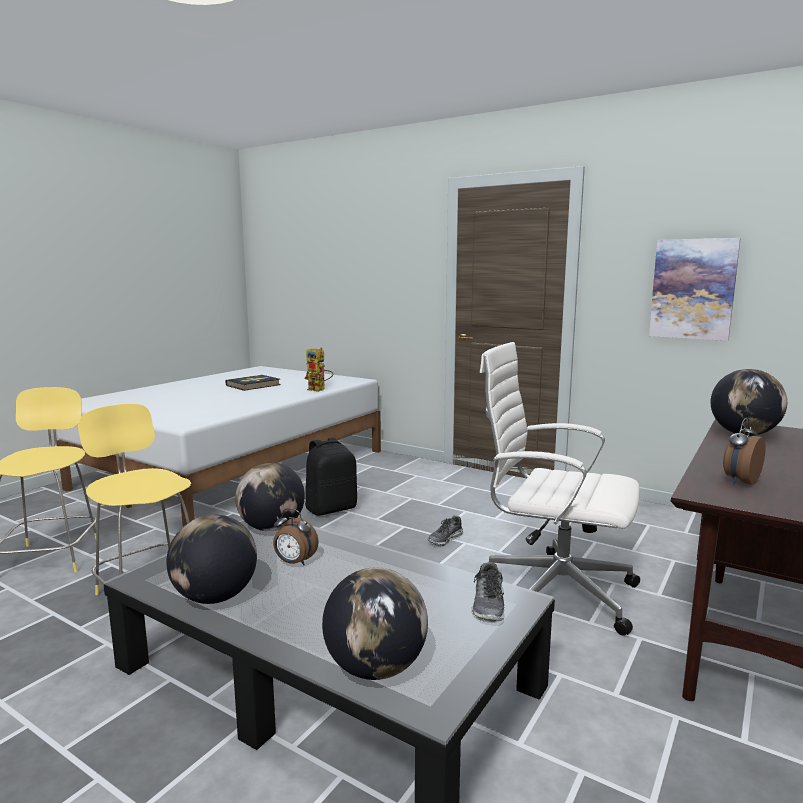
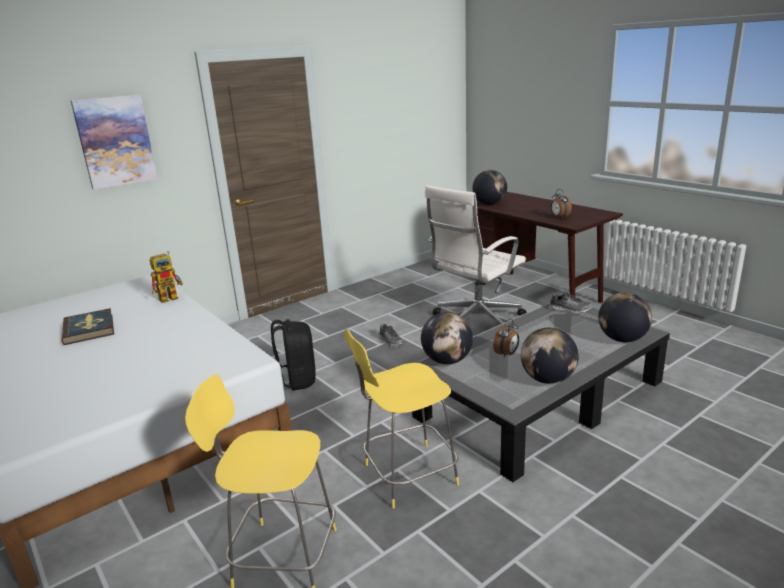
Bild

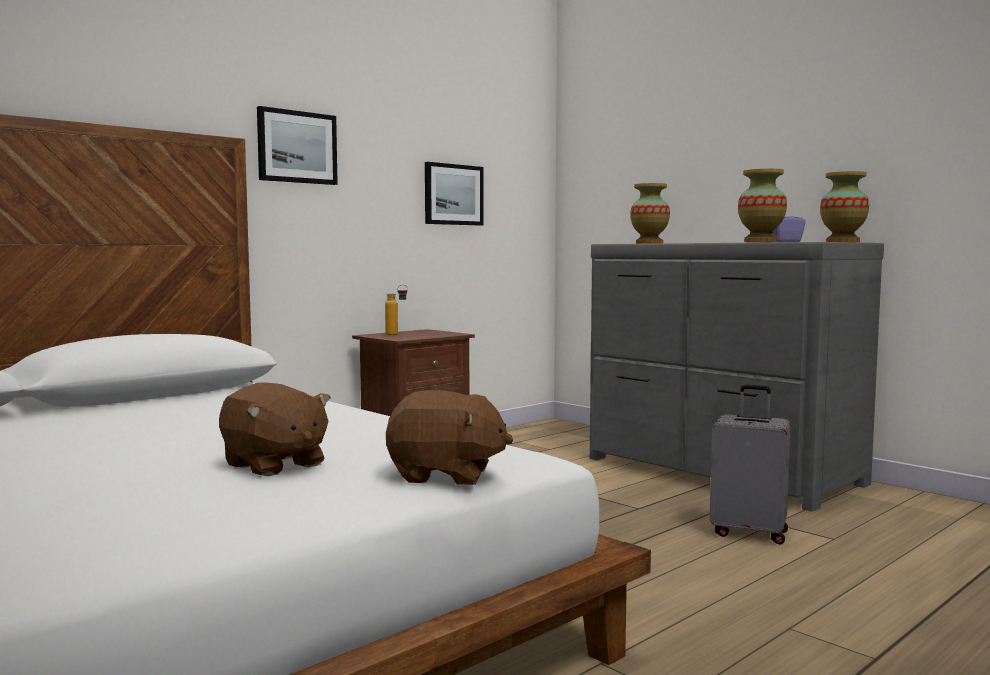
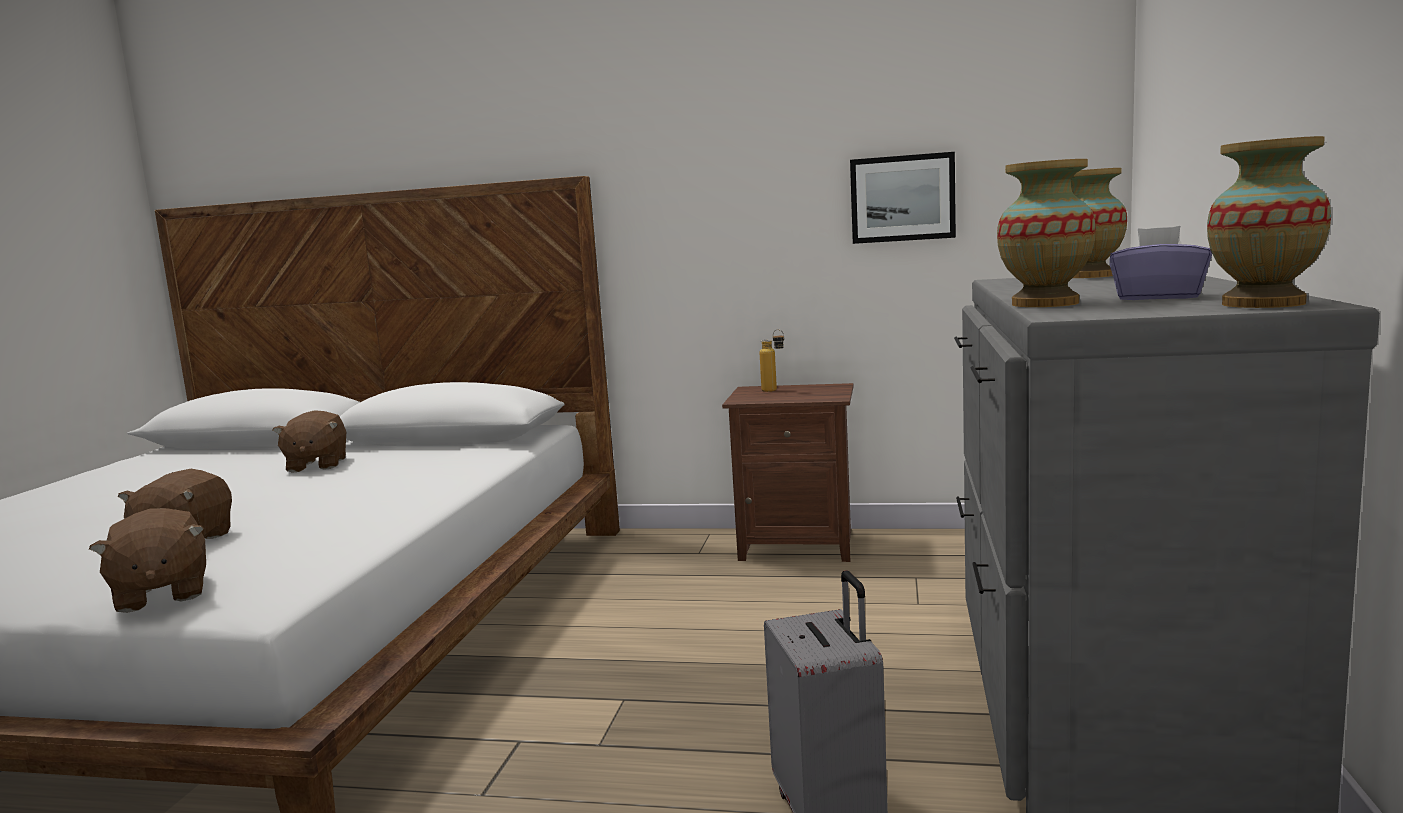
Bild (no. 1 from left in the first image)
Plüschtier (braun) (no. 3 from left)

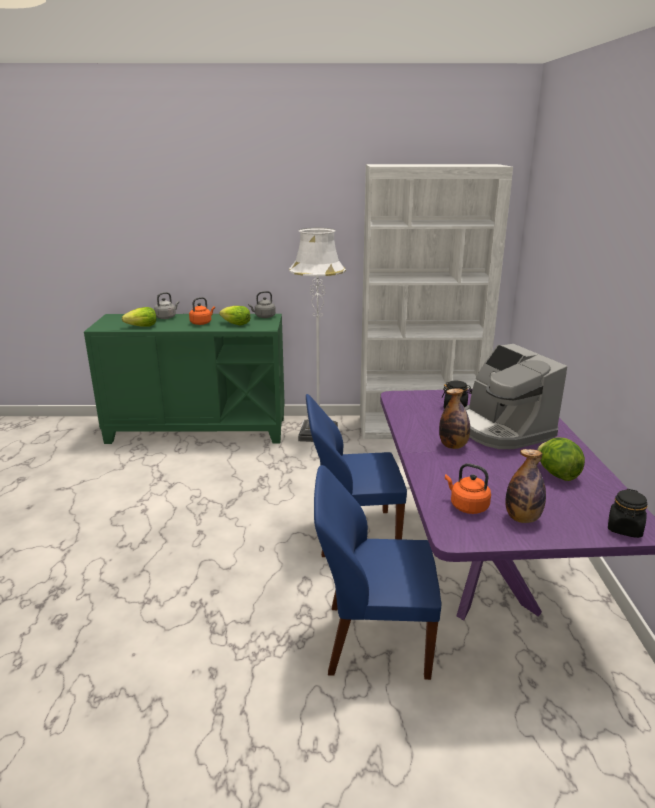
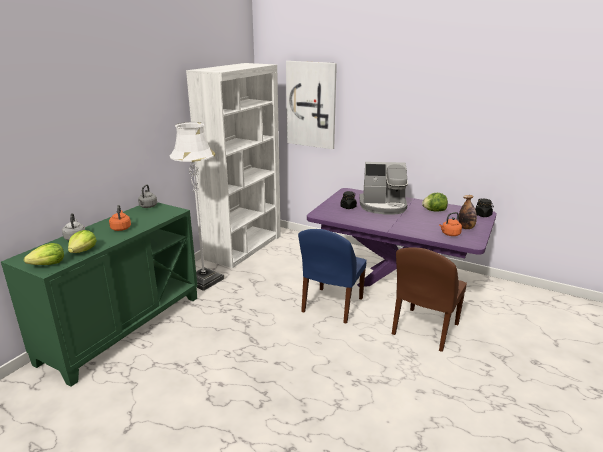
Salatkopf (no. 1 from left)
Stuhl (braun)
Flasche (no. 1 from left in the first image)
Bild

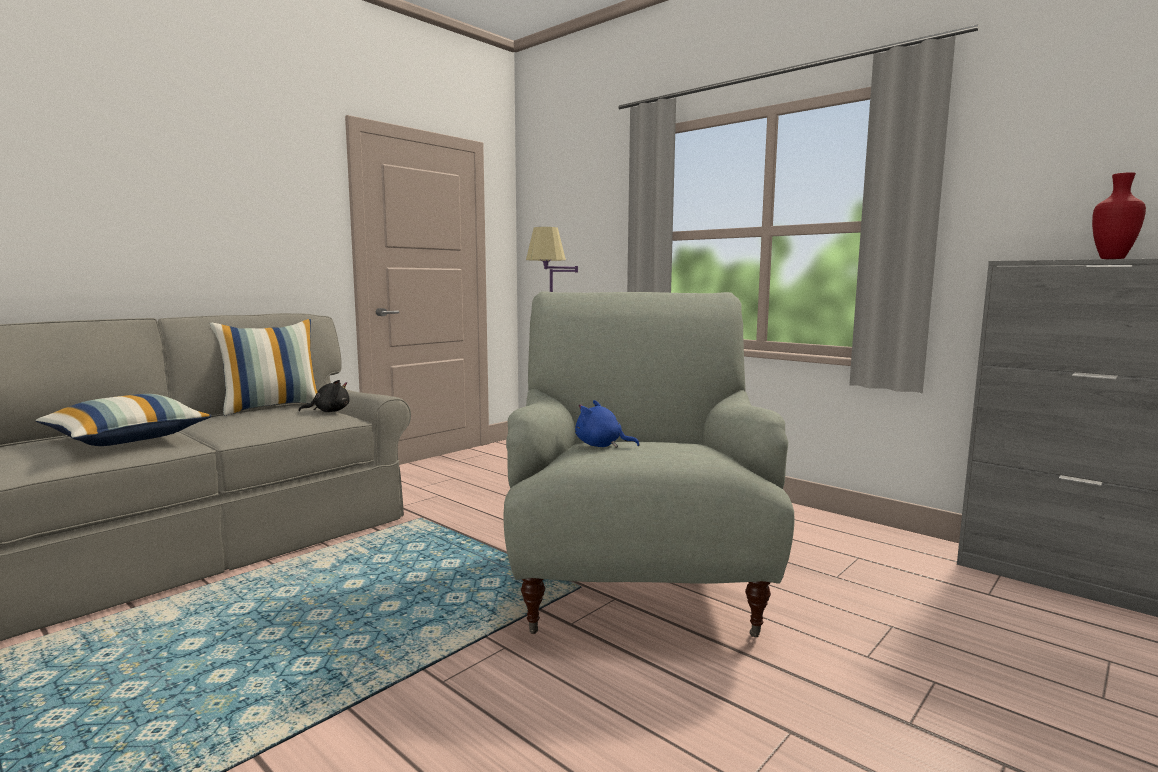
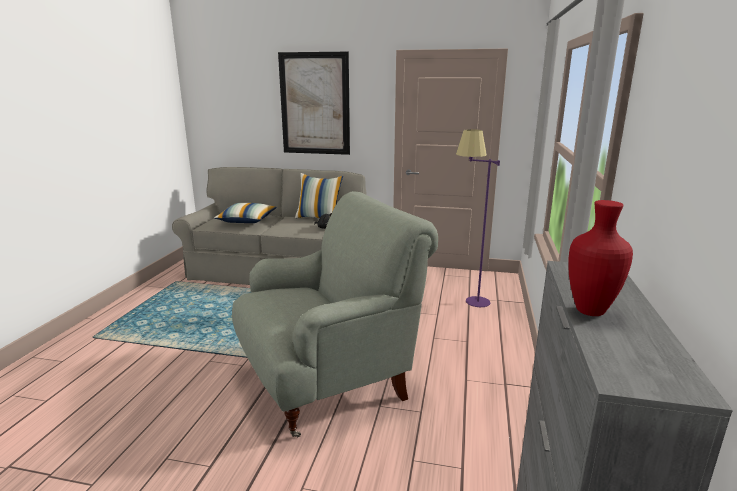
Plüschtier (blau)
Bild

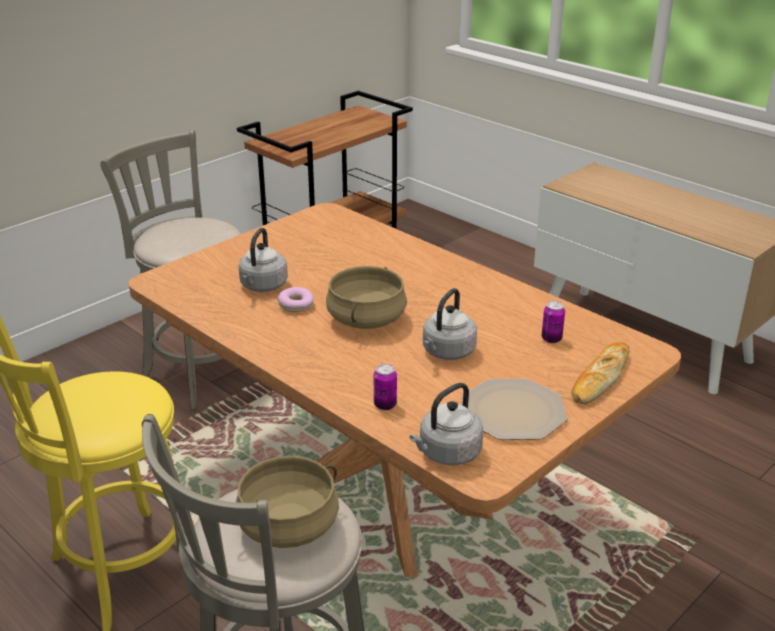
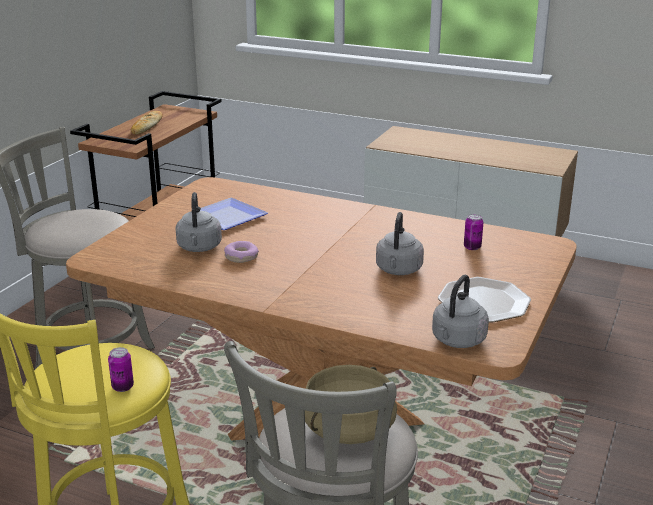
Kochtopf (beige) (no. 2 from left in the first image)
Dose (no. 1 from left)
Brot
Teller (no. 1 from left)

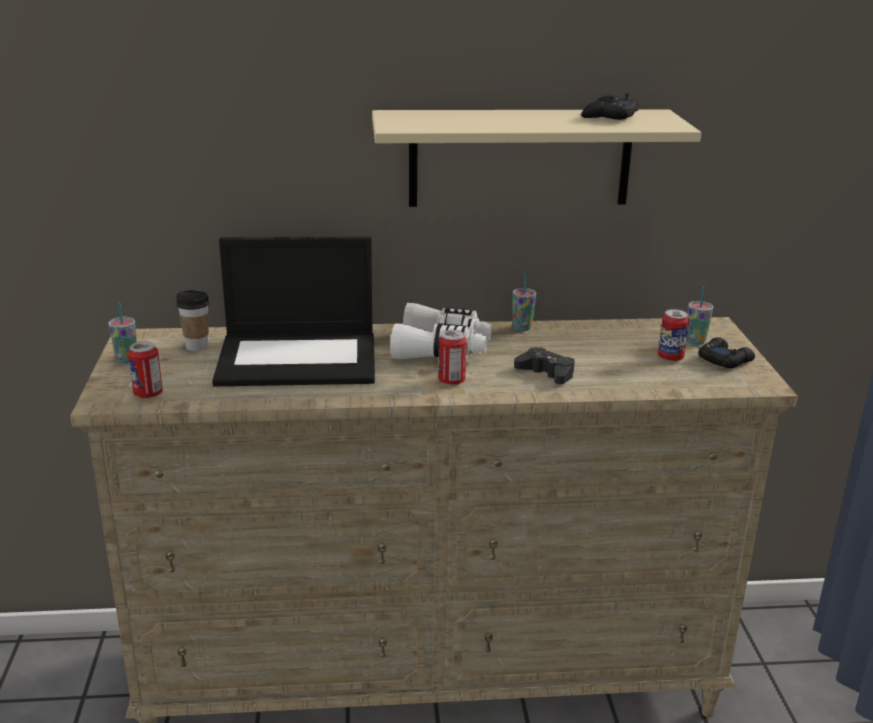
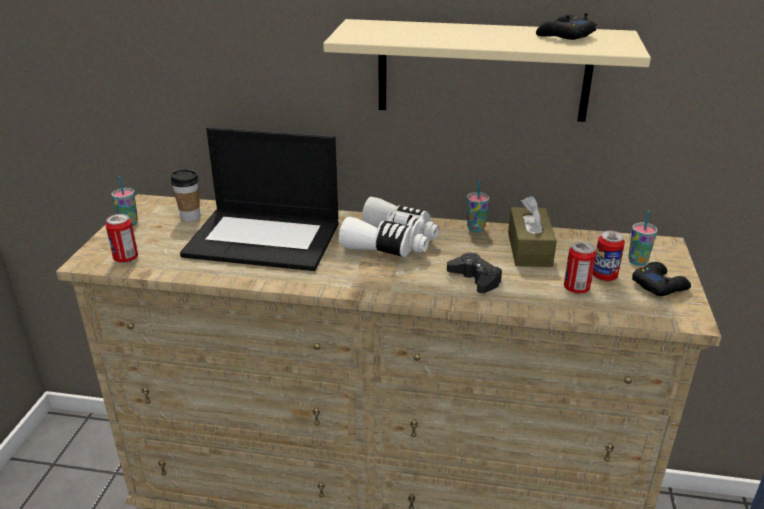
Dose (no. 2 from left)
Taschentuchbox (braun)

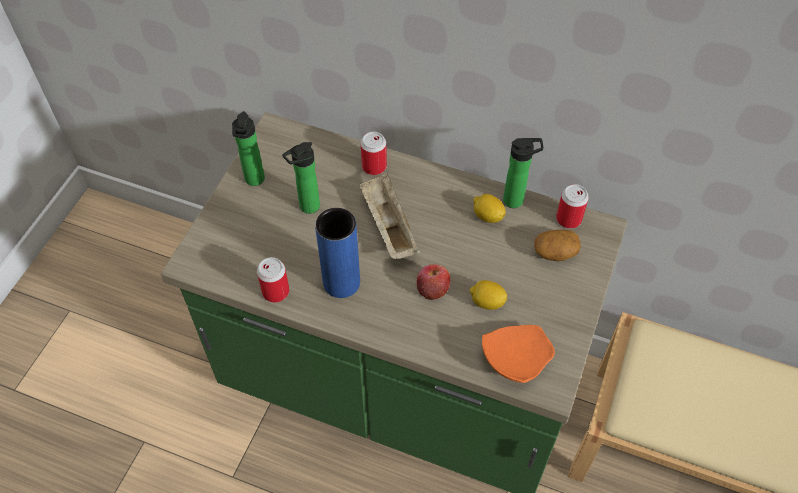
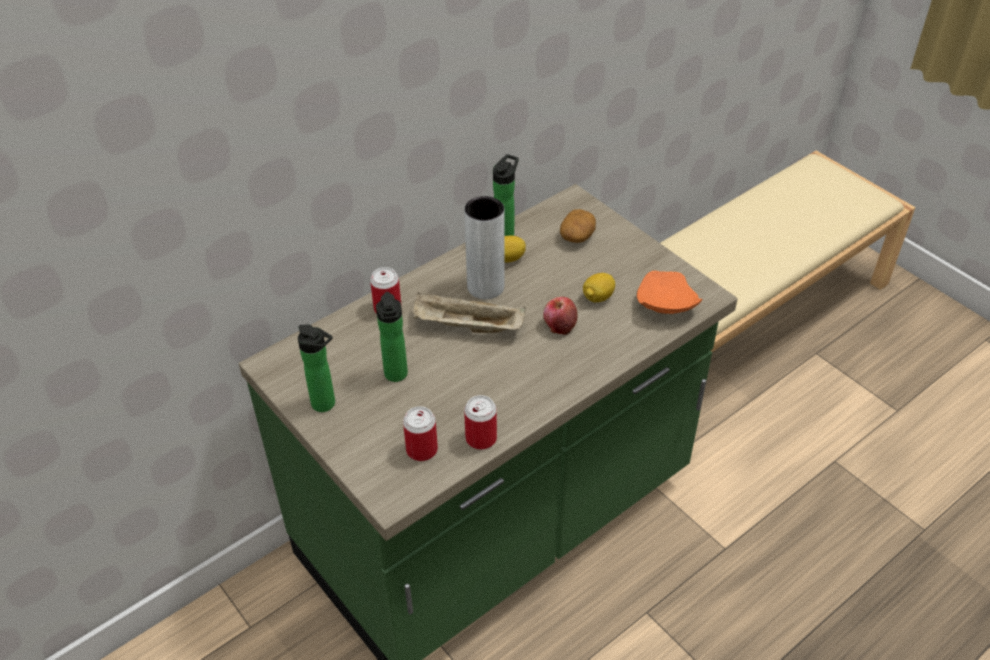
Vase (blau)
Dose (no. 2 from left)
Vase (grau)

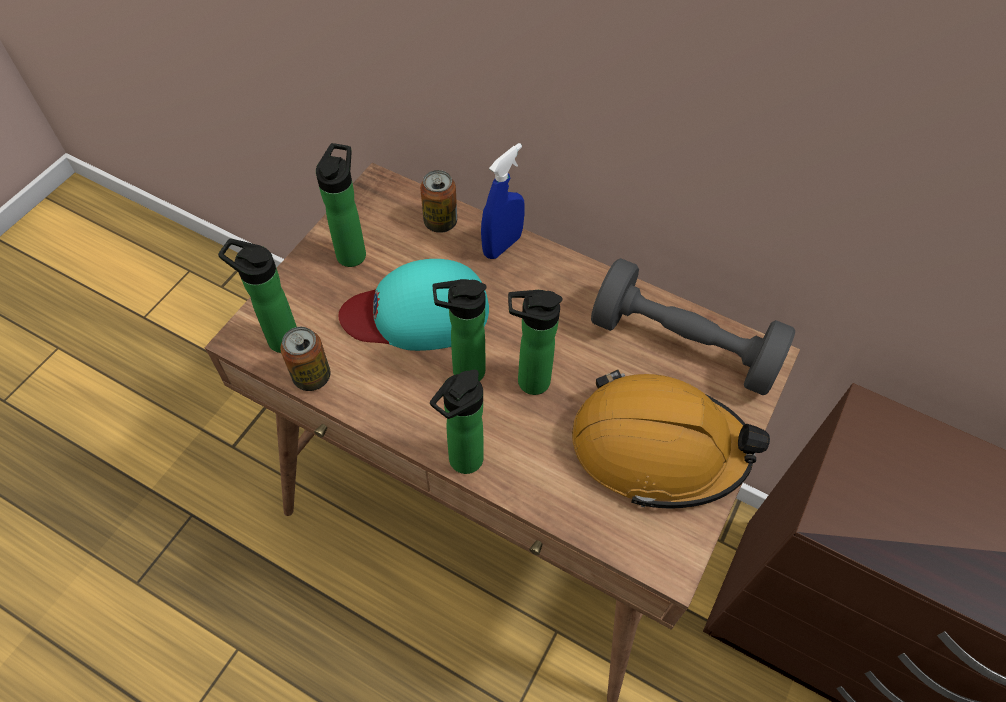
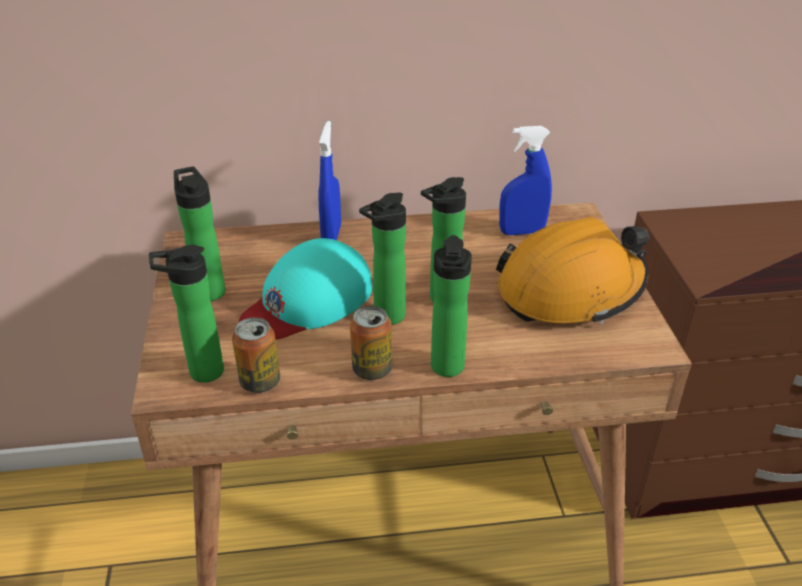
Dose (no. 2 from left)
Sprühflasche (blau) (no. 2 from left)

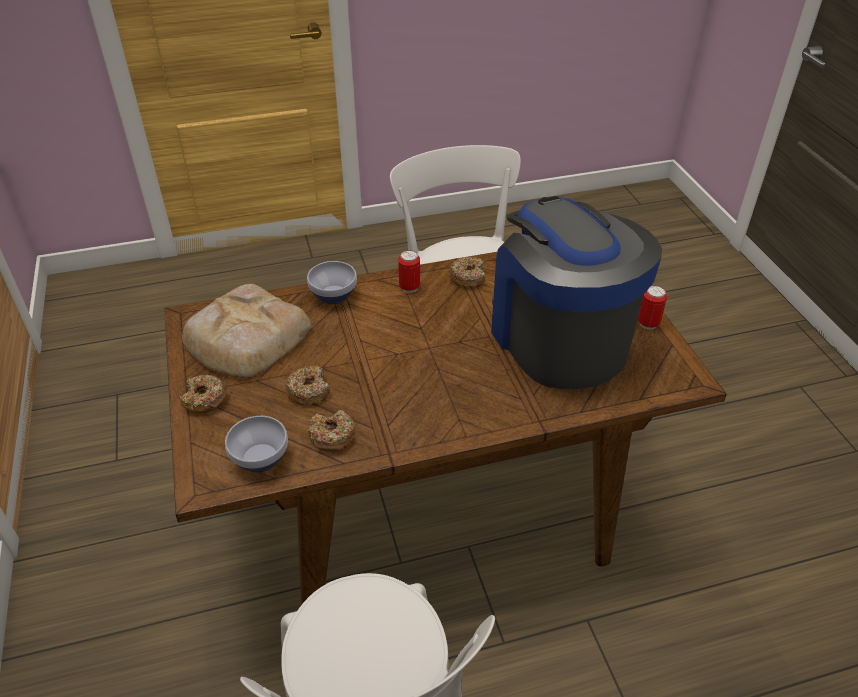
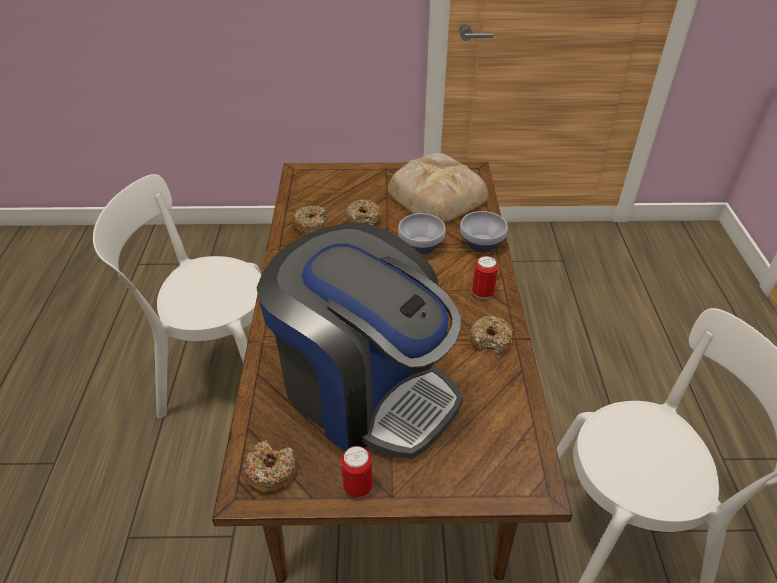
Donut (no. 1 from left)
Schüssel (no. 1 from left)
Kaffeemaschine

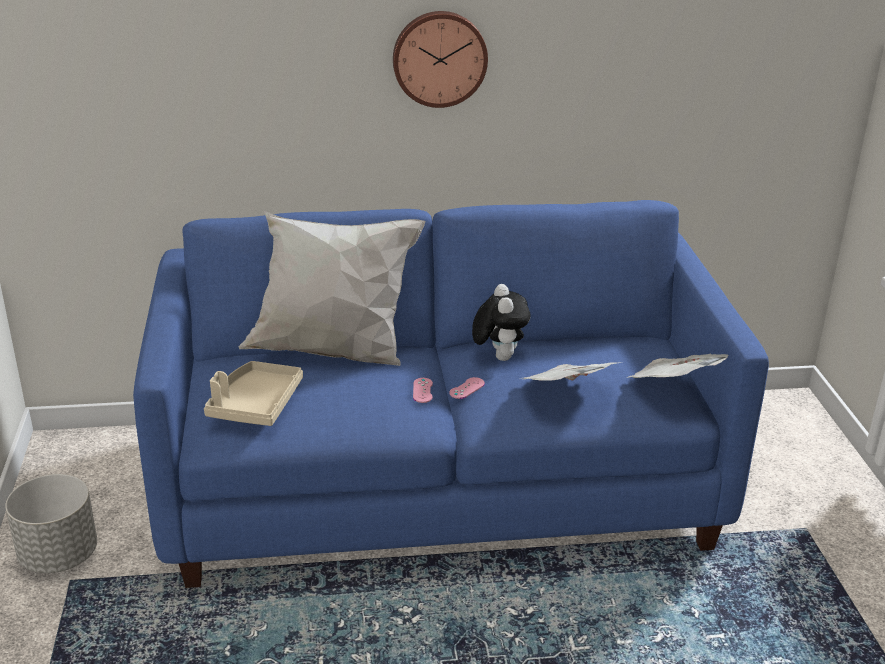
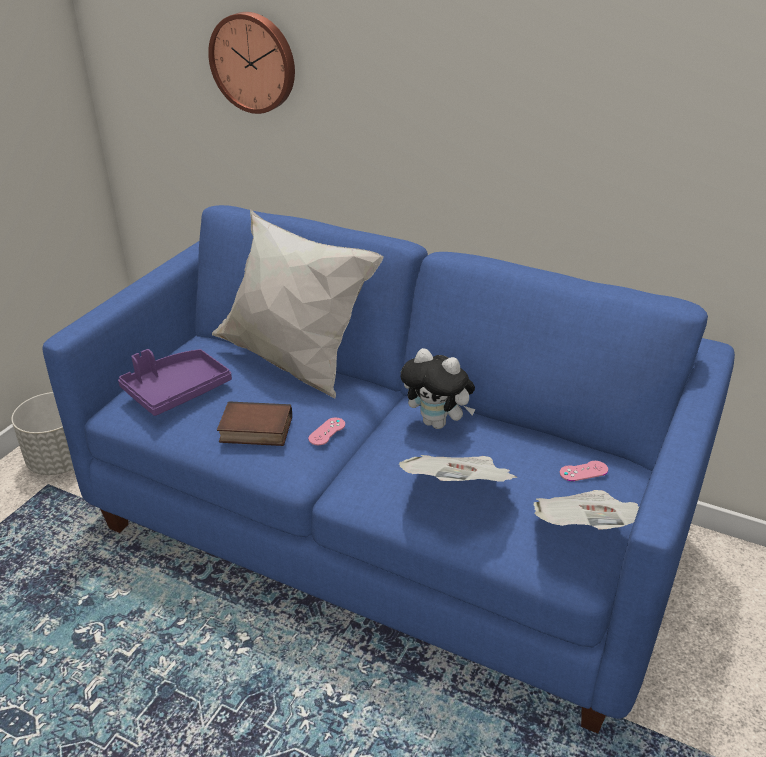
Tablett (lila)
Wanduhr
Gamepad (rosa) (no. 2 from left)
Plüschtier
Buch

